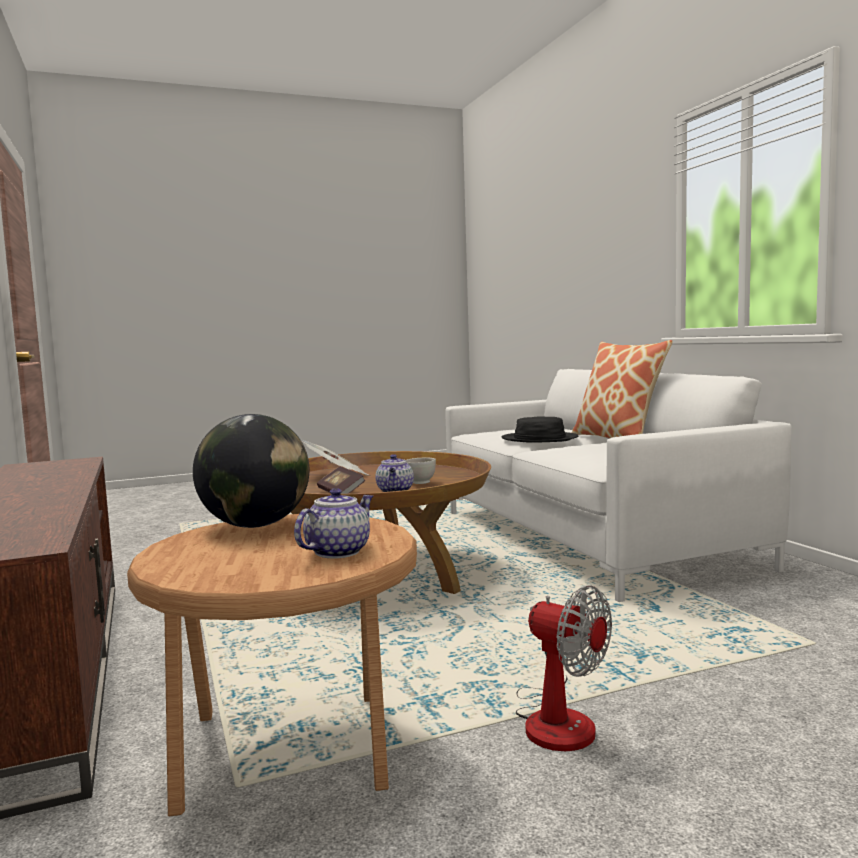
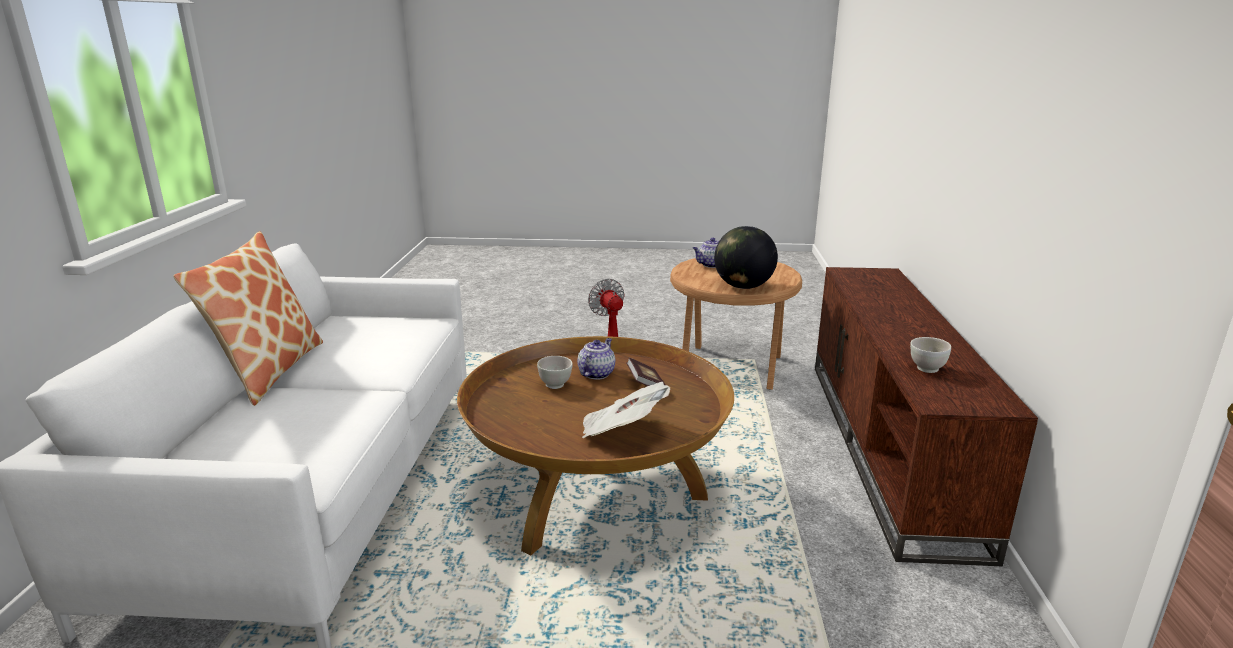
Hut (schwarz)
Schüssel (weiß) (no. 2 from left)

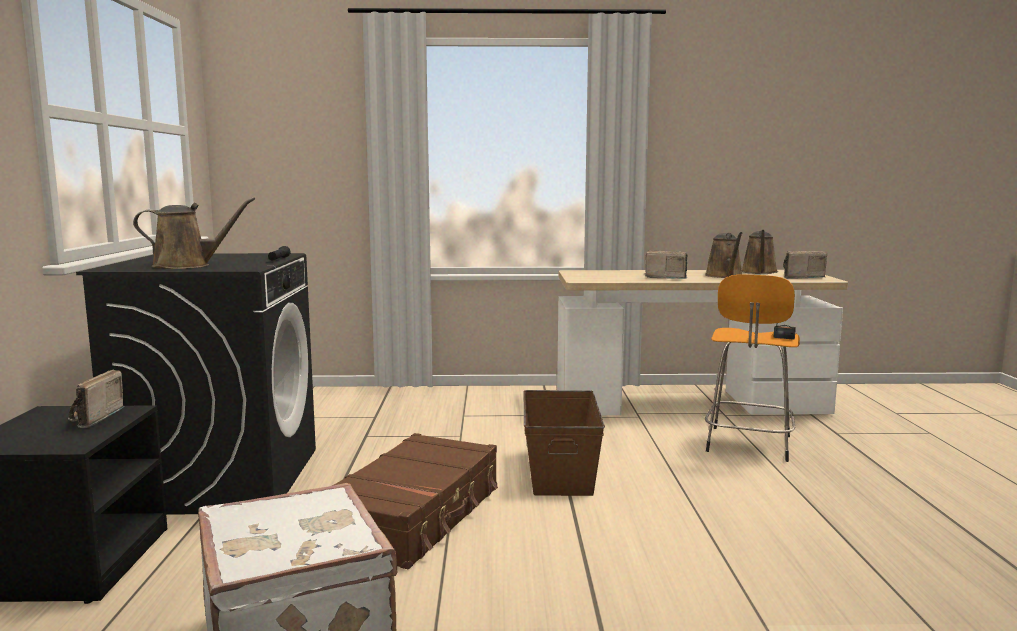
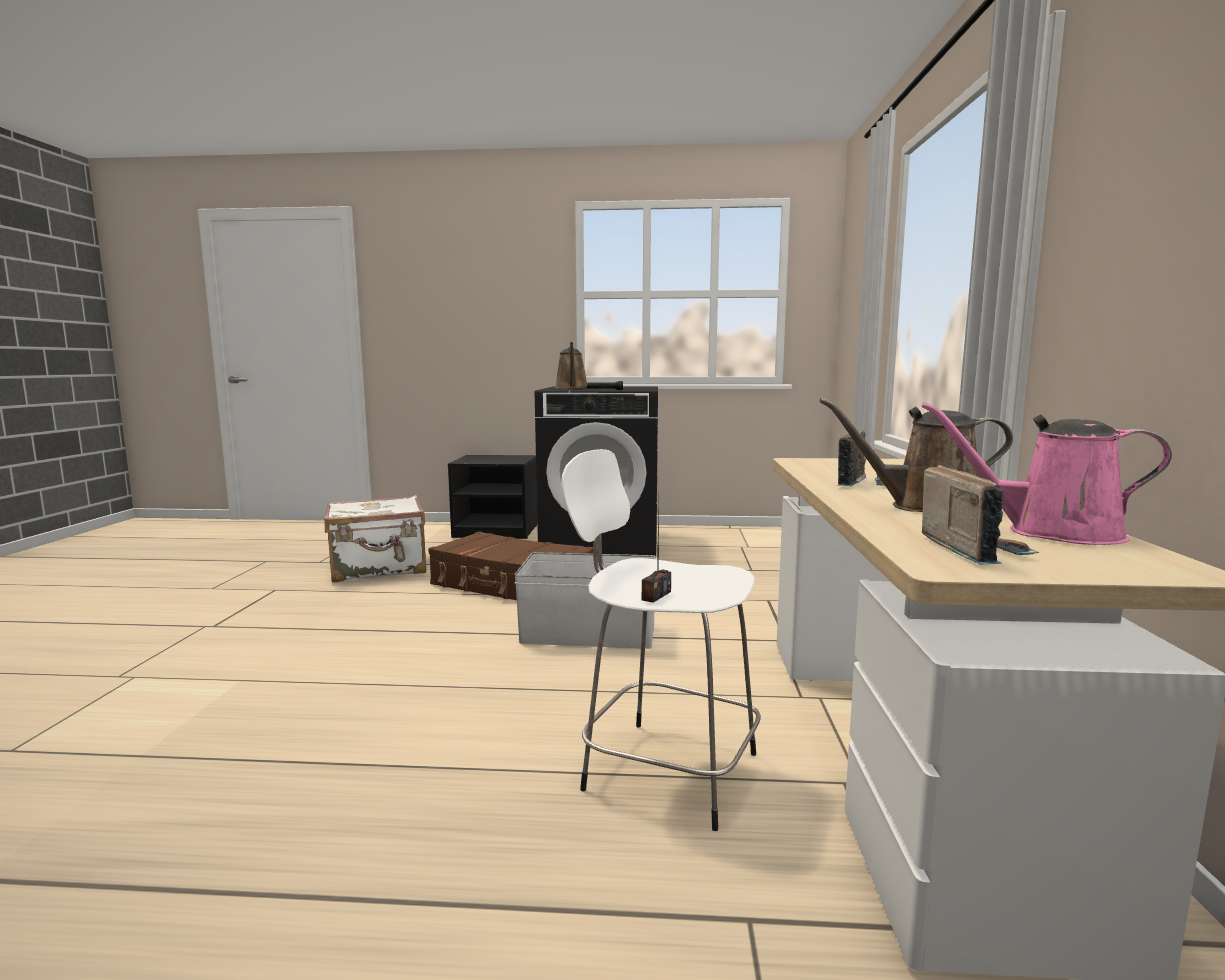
Radio (no. 1 from left in the first image)
Aufbewahrungsbox (weiß)
Hocker (weiß)
Gießkanne (rosa)

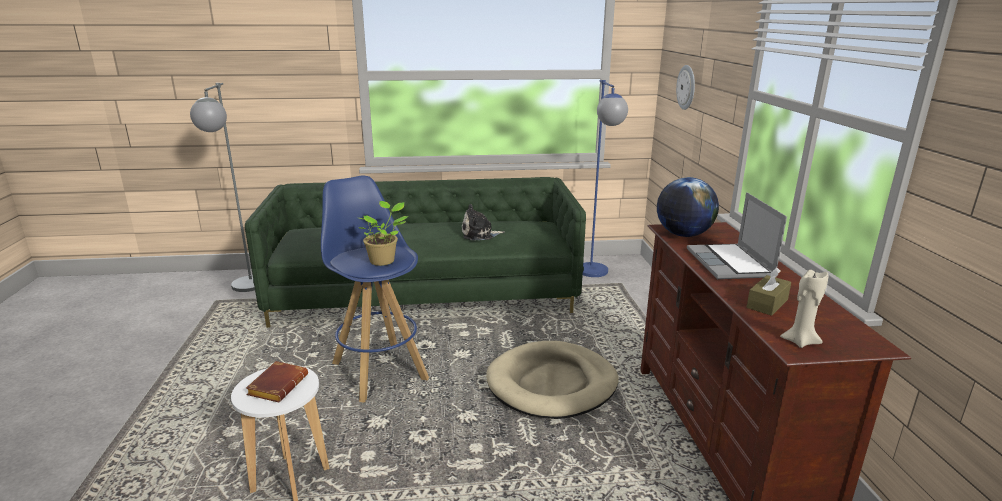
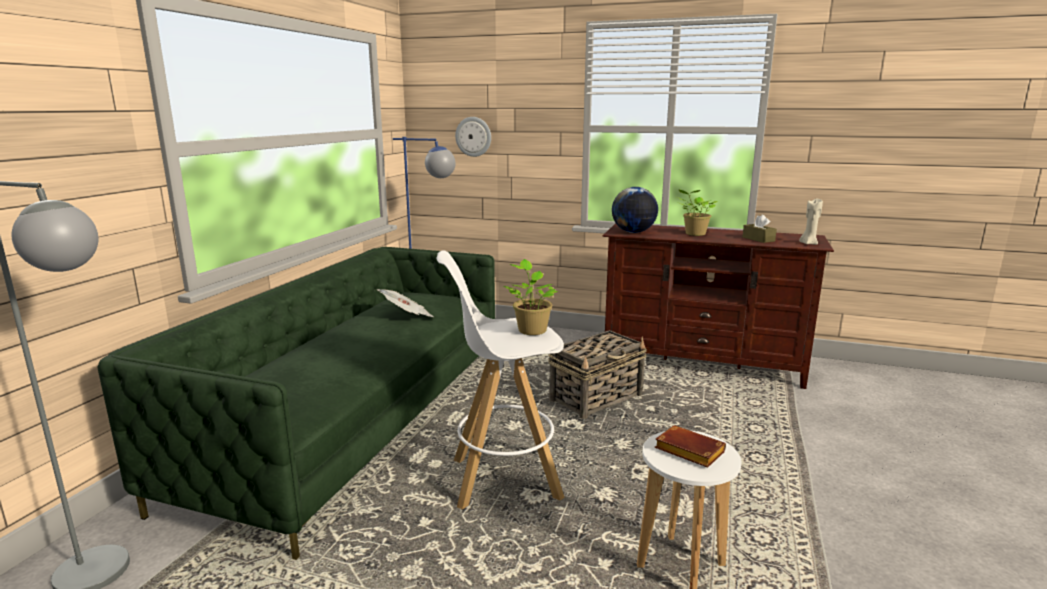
Hocker (weiß) (no. 1 from left)
Zeitung
Korb
Topfpflanze (no. 2 from left)

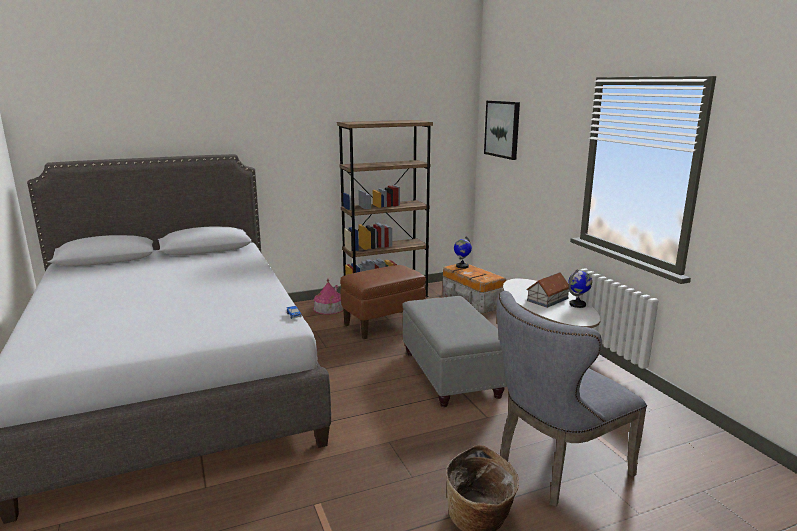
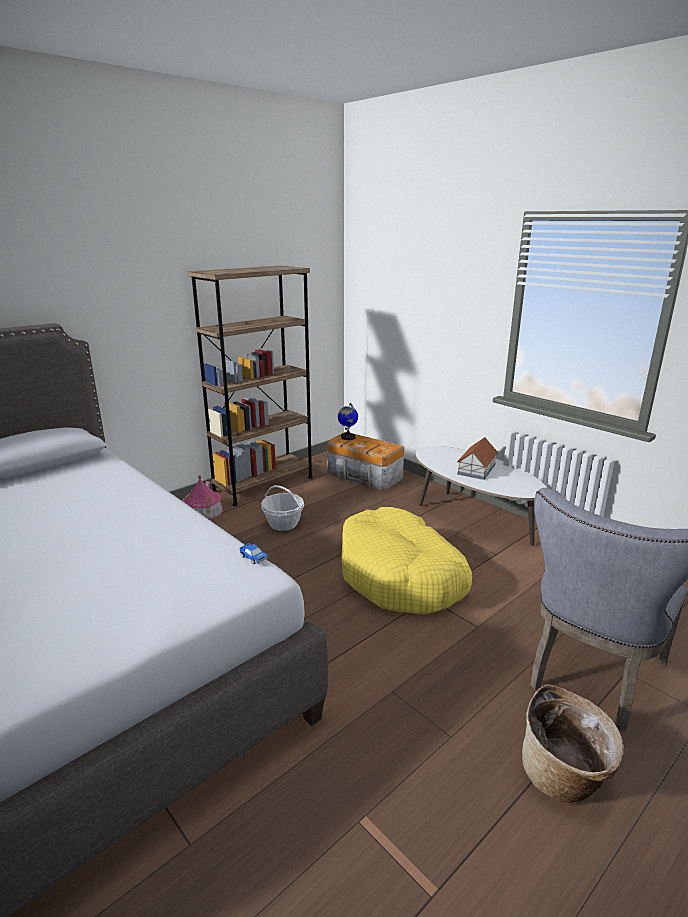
Korb (no. 1 from left)
Hundebett (gelb)
Bild
Globus (no. 2 from left in the first image)

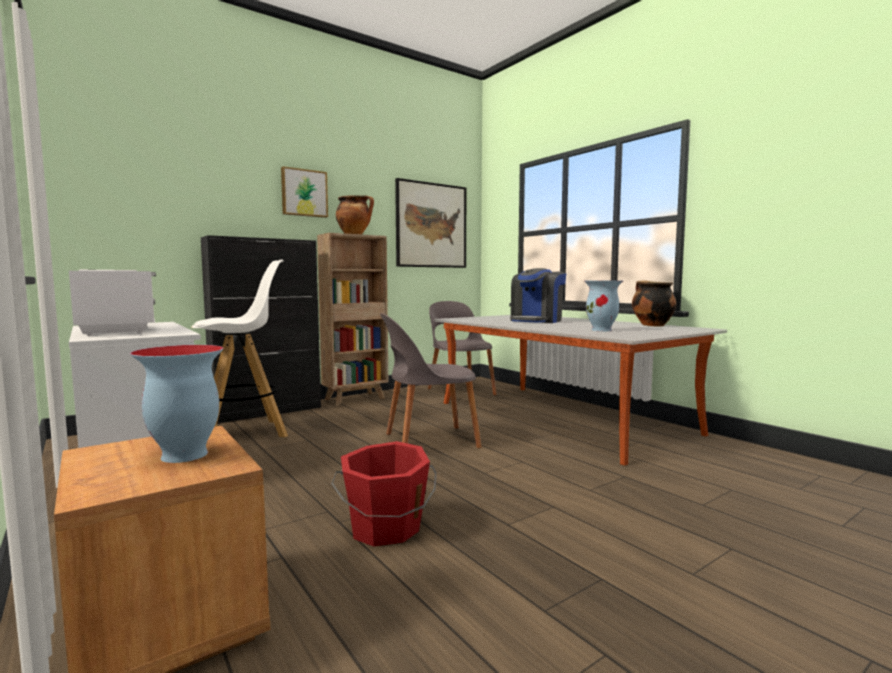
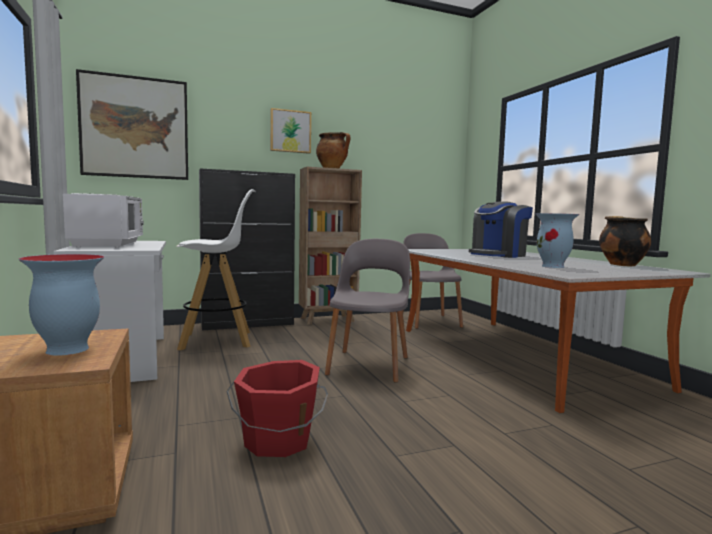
Stuhl (grau) (no. 1 from left)
Bild (no. 1 from left)

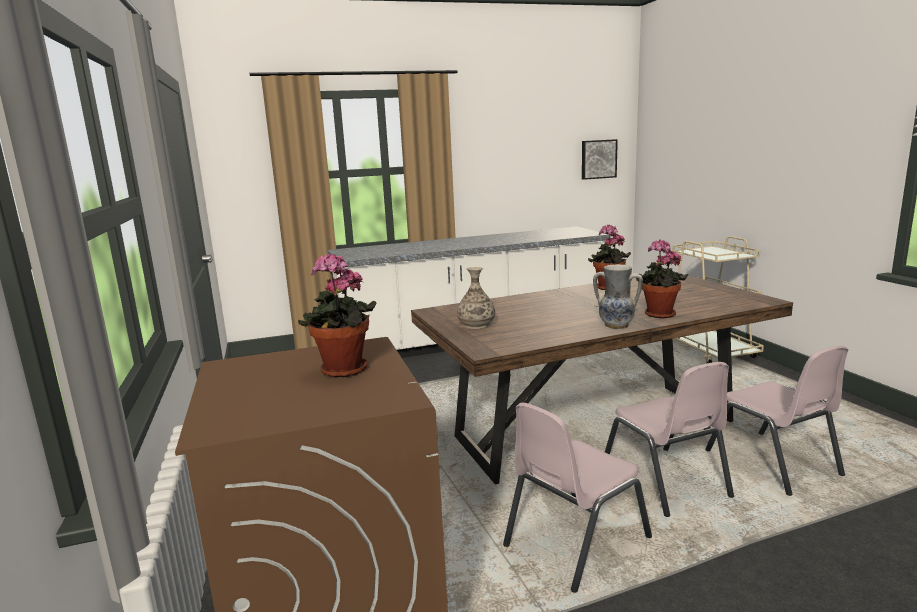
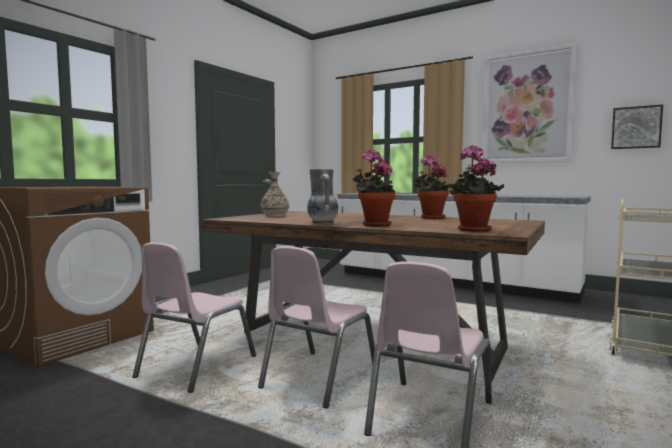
Topfpflanze (no. 3 from left)
Stuhl (rosa) (no. 1 from left)
Bild (no. 1 from left)

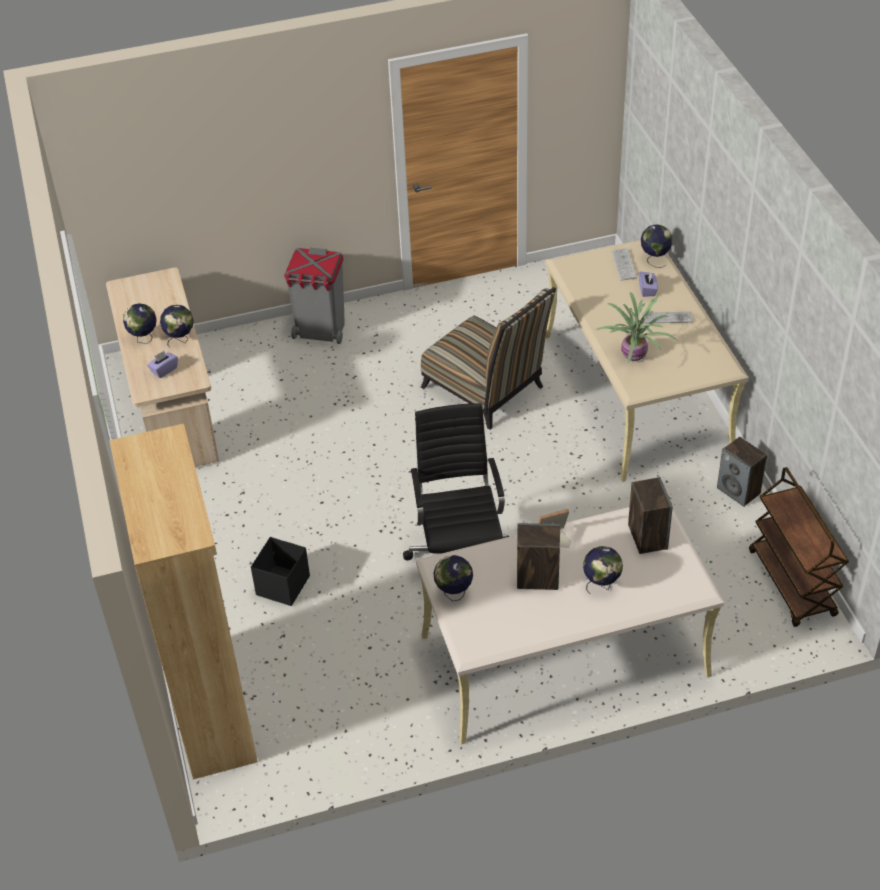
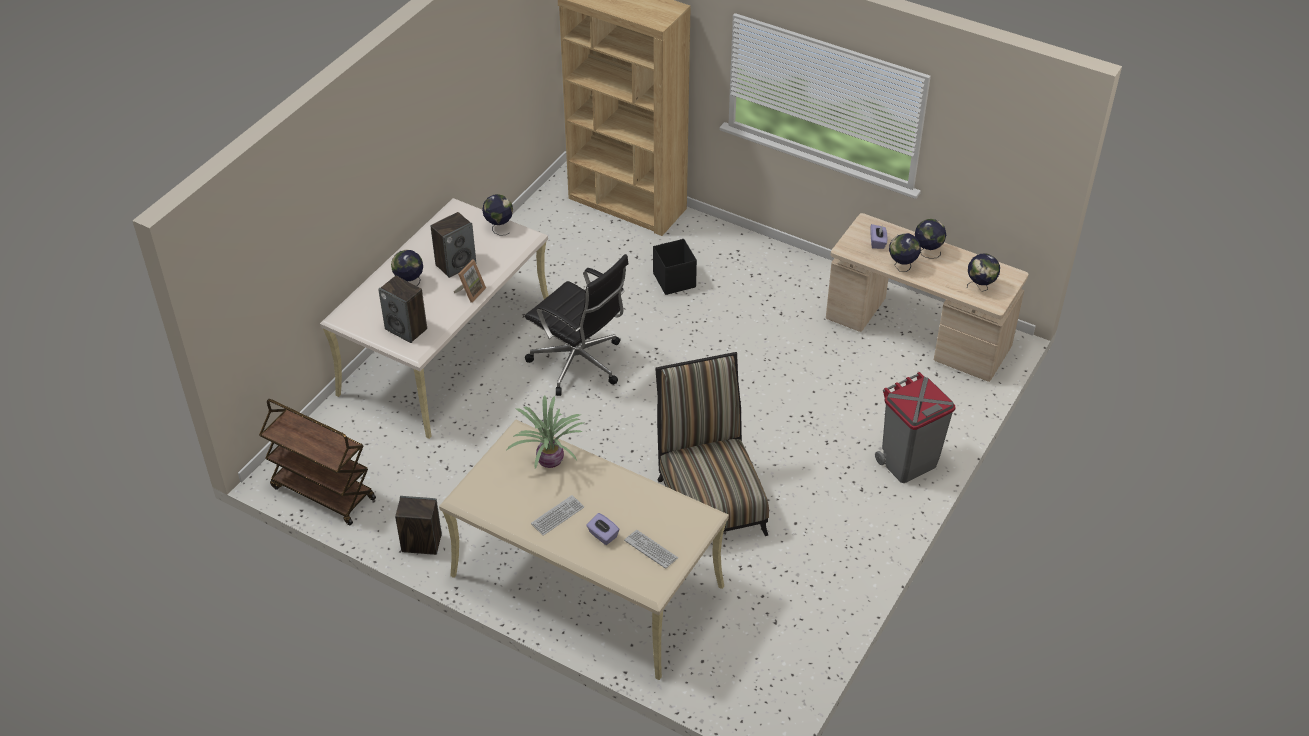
Stuhl
Globus (no. 5 from left)

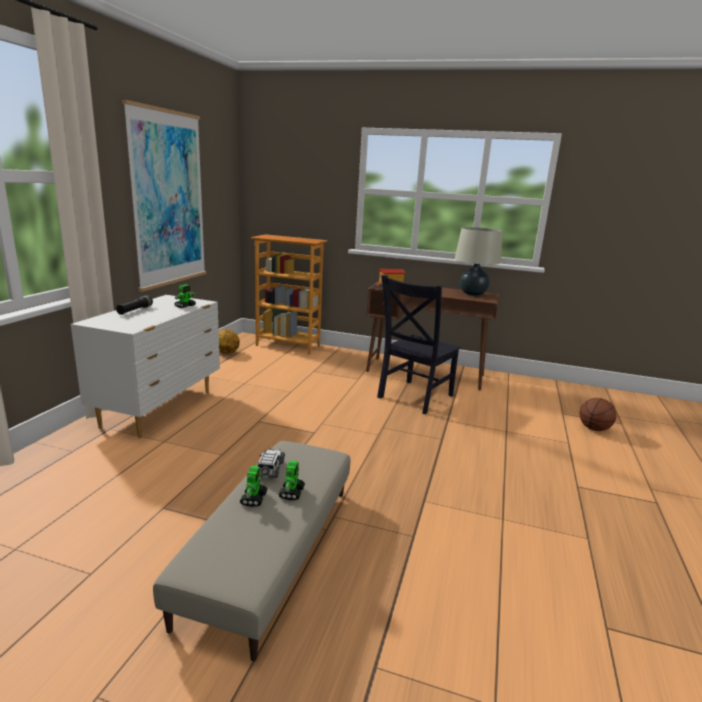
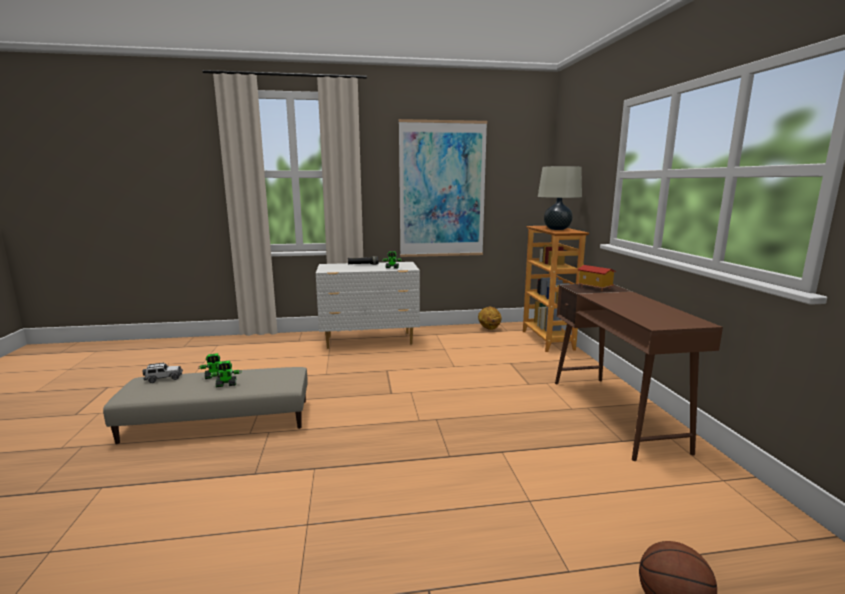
Spielzeugauto
Stuhl (schwarz)
Tischlampe (beige)

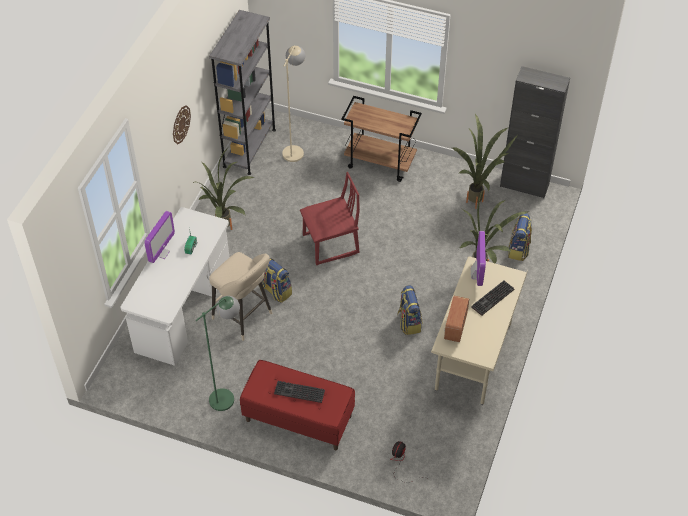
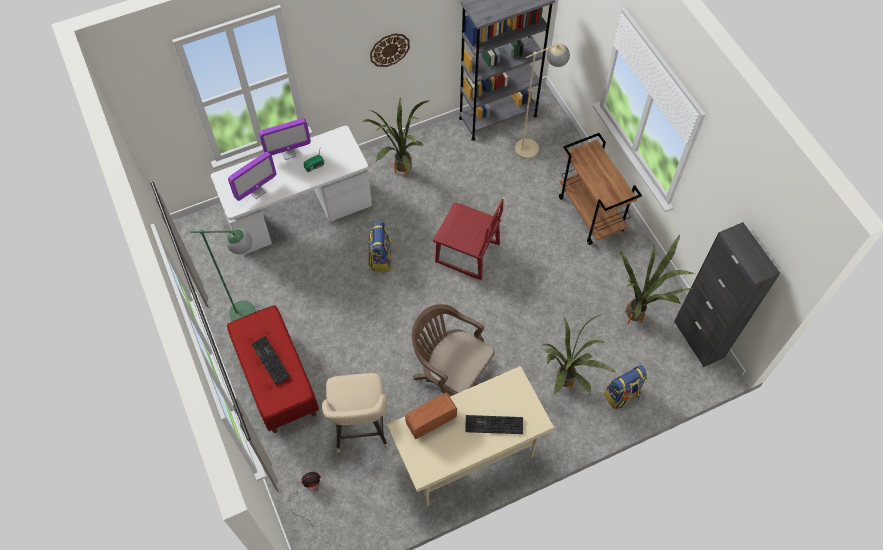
Hocker (beige)
Bürostuhl (braun)
Monitor (no. 1 from left)

